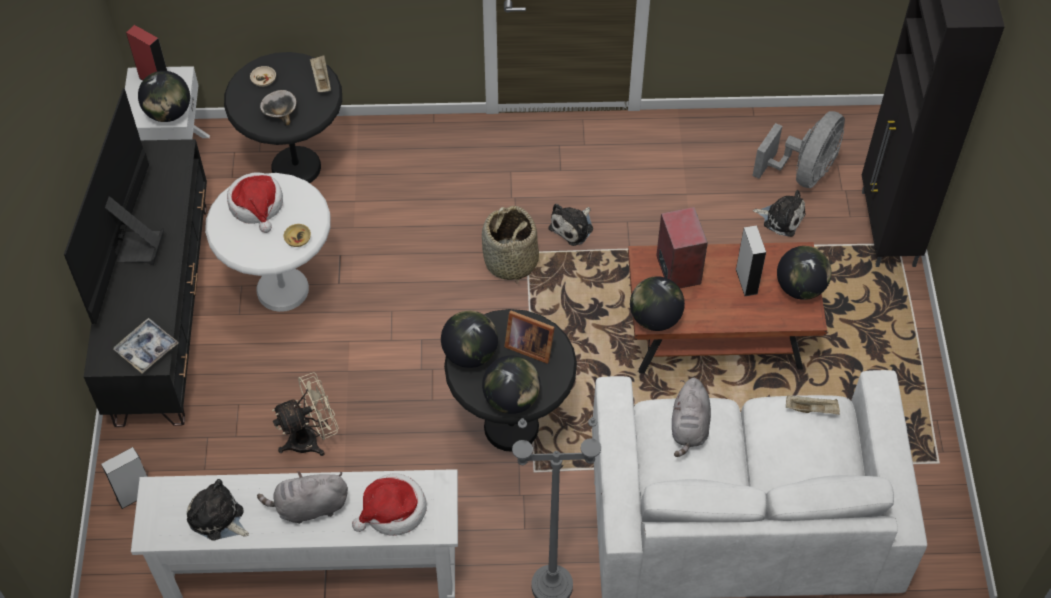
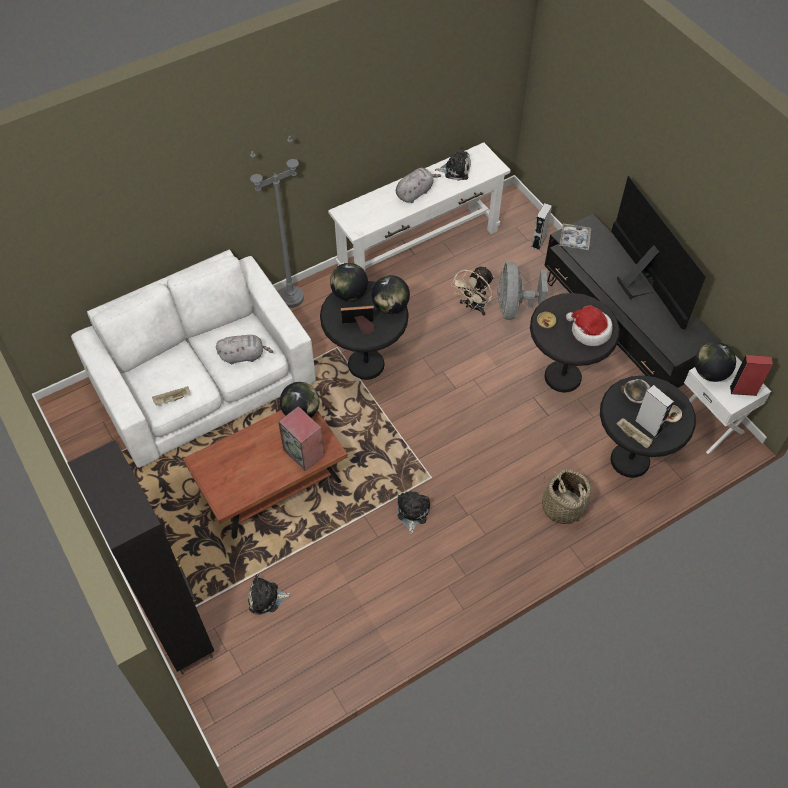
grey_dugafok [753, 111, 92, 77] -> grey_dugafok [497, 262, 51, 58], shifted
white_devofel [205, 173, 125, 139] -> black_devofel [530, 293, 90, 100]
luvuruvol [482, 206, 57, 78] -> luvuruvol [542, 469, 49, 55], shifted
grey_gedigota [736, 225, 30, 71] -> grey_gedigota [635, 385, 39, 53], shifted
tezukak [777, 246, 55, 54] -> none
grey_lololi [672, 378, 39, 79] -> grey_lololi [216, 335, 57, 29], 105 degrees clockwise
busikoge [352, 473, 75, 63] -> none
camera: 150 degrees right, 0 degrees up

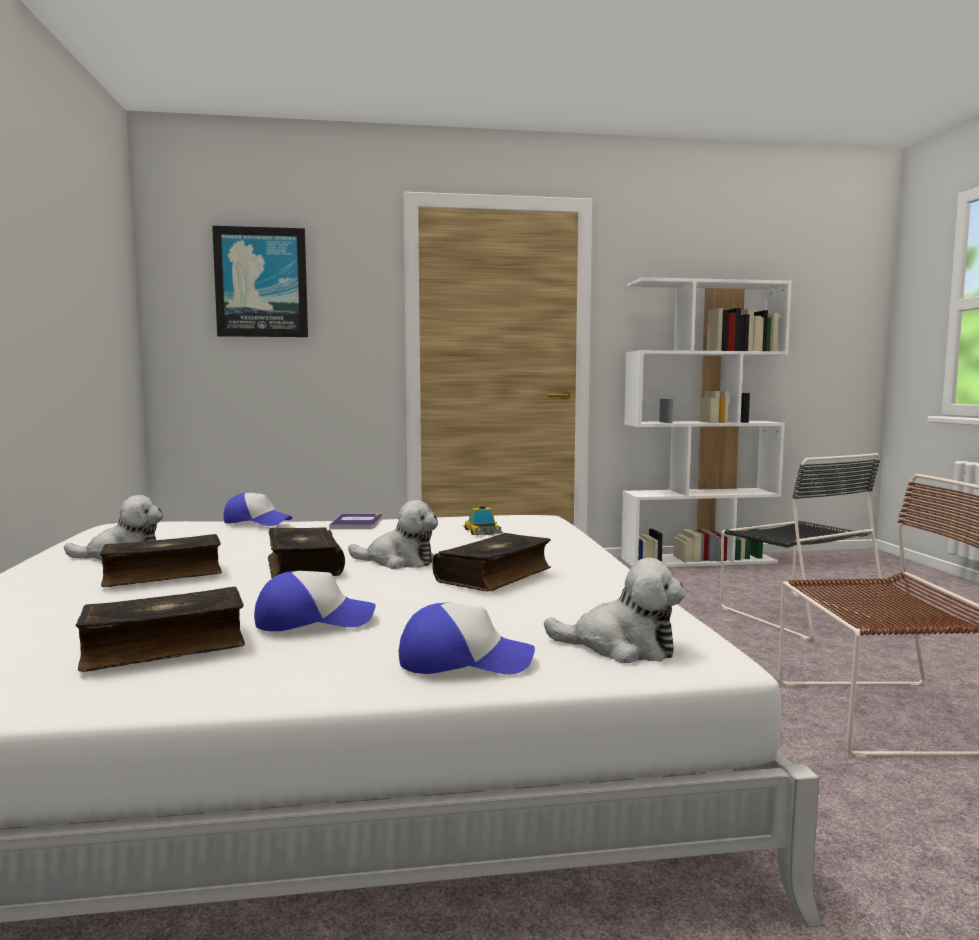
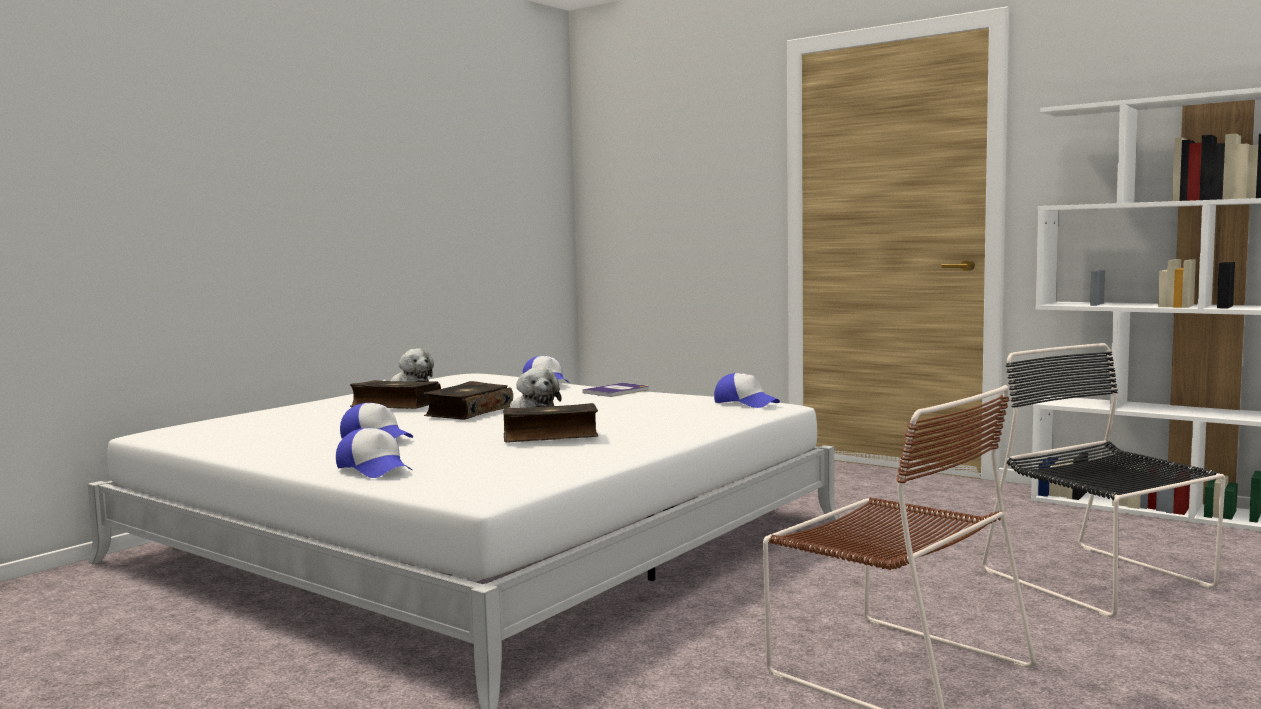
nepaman [212, 226, 96, 111] -> none
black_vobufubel [720, 453, 167, 187] -> black_vobufubel [982, 343, 243, 274], 135 degrees clockwise
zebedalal [464, 506, 39, 29] -> none
lololi [544, 558, 142, 105] -> none
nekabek [75, 587, 170, 85] -> none
none -> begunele [714, 373, 66, 35]
camera: 45 degrees right, 0 degrees up

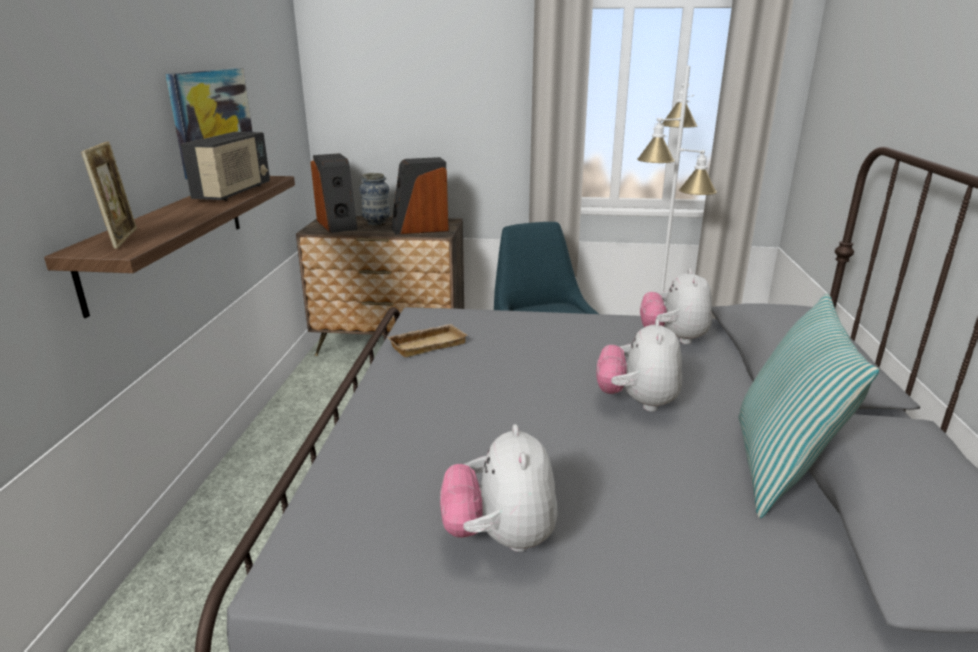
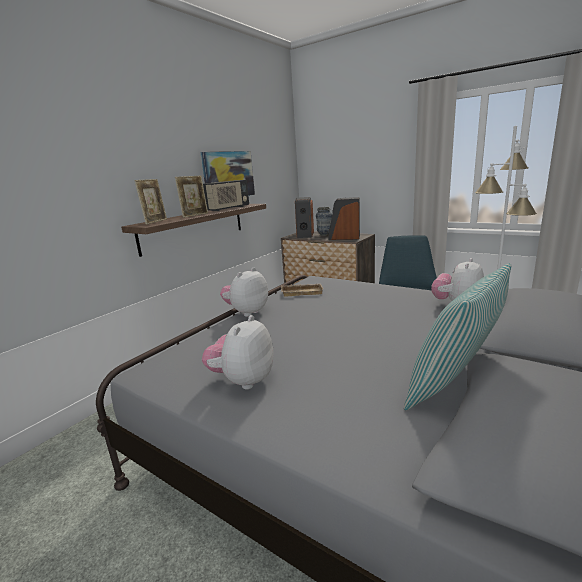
lololi [597, 319, 85, 93] -> lololi [220, 267, 48, 50], shifted
none -> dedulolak [175, 176, 33, 42]
camera: 30 degrees right, 5 degrees down

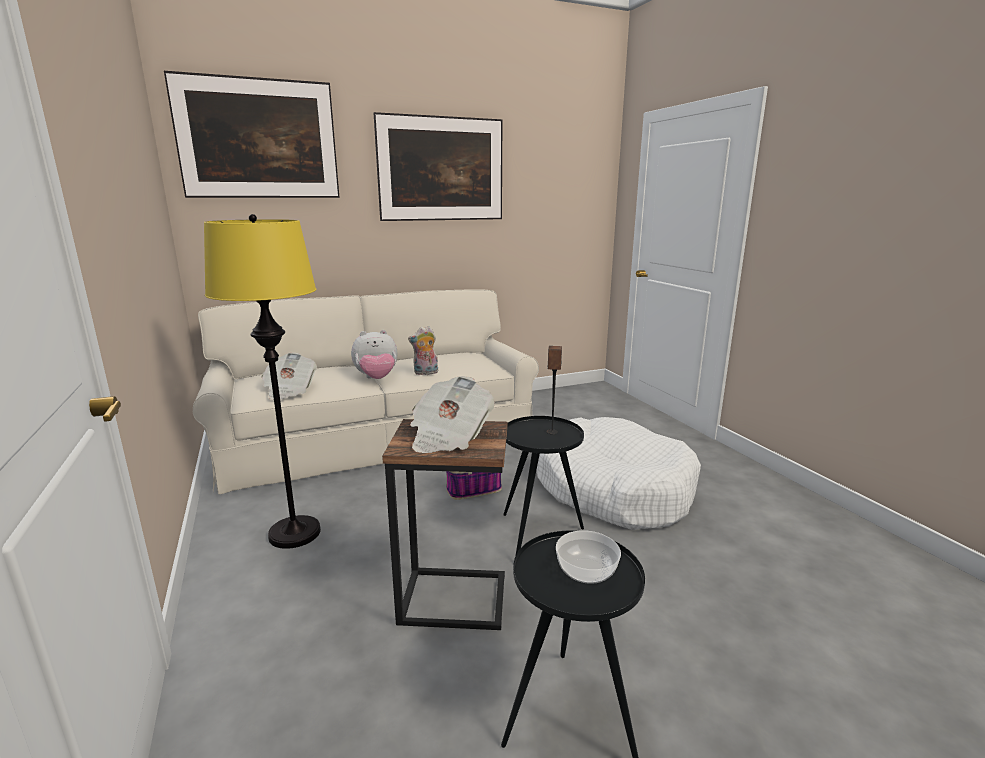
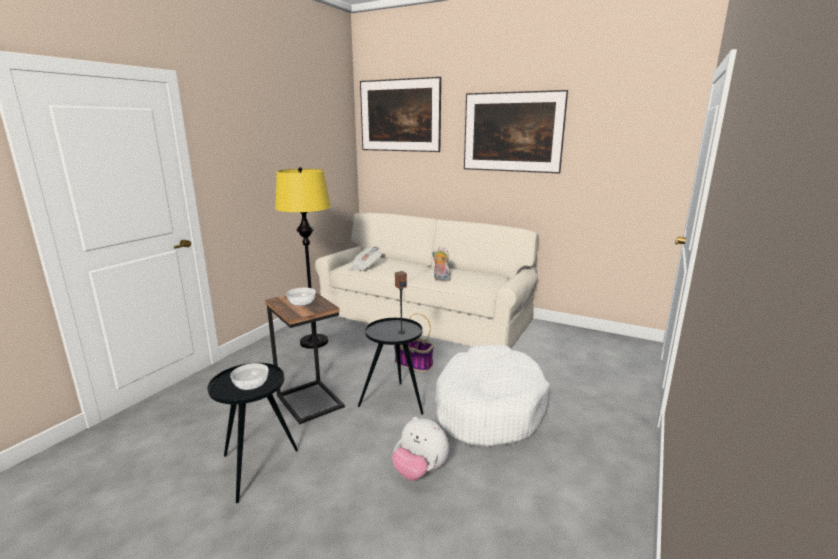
lololi [351, 330, 46, 49] -> lololi [392, 417, 58, 64], shifted
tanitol [410, 376, 84, 77] -> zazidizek [286, 288, 30, 18]
camera: 50 degrees right, 0 degrees up

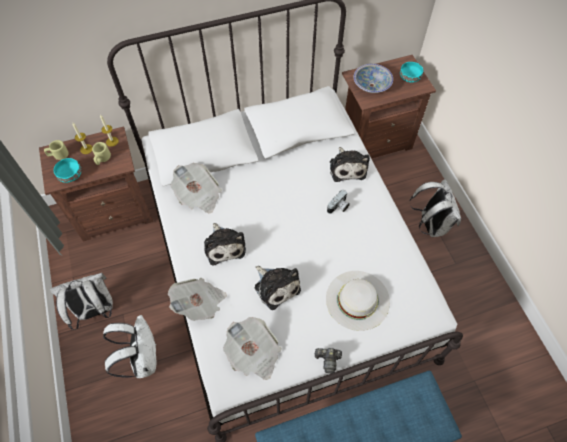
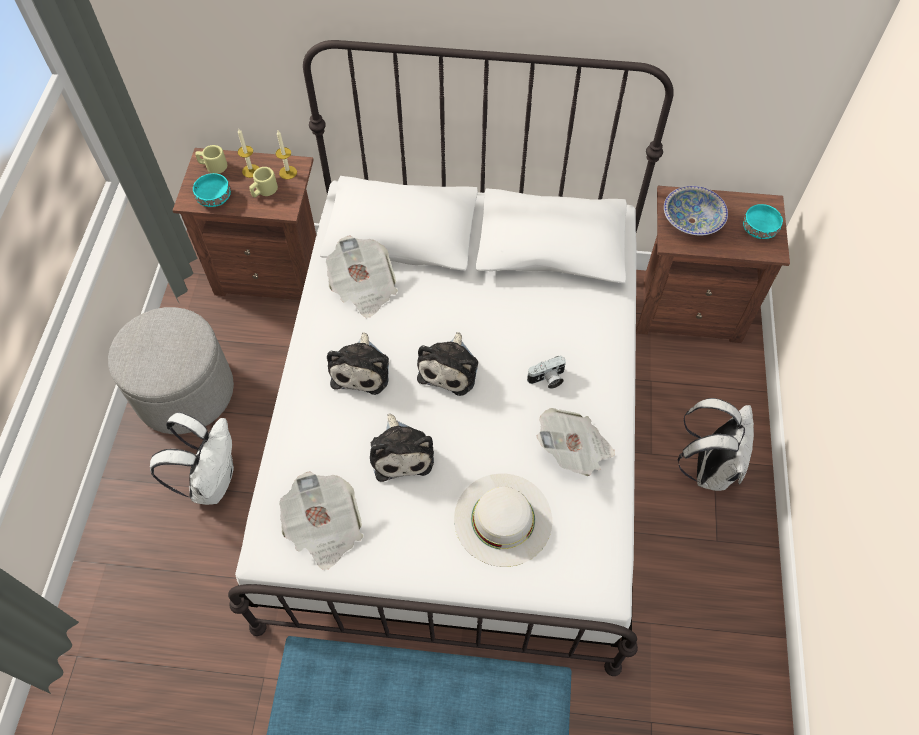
lololi [330, 147, 40, 35] -> lololi [417, 332, 61, 64], shifted
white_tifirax [50, 273, 63, 57] -> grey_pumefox [108, 307, 126, 127]
tanitol [168, 278, 59, 43] -> tanitol [537, 408, 78, 68], shifted
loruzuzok [315, 348, 27, 26] -> none
camera: 25 degrees right, 0 degrees up

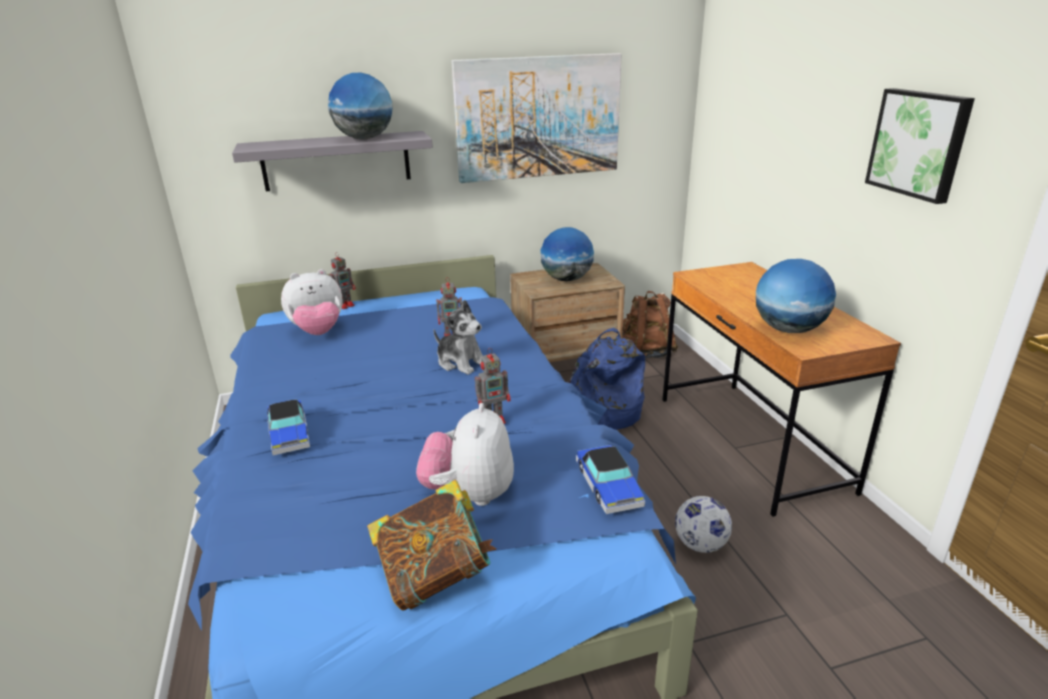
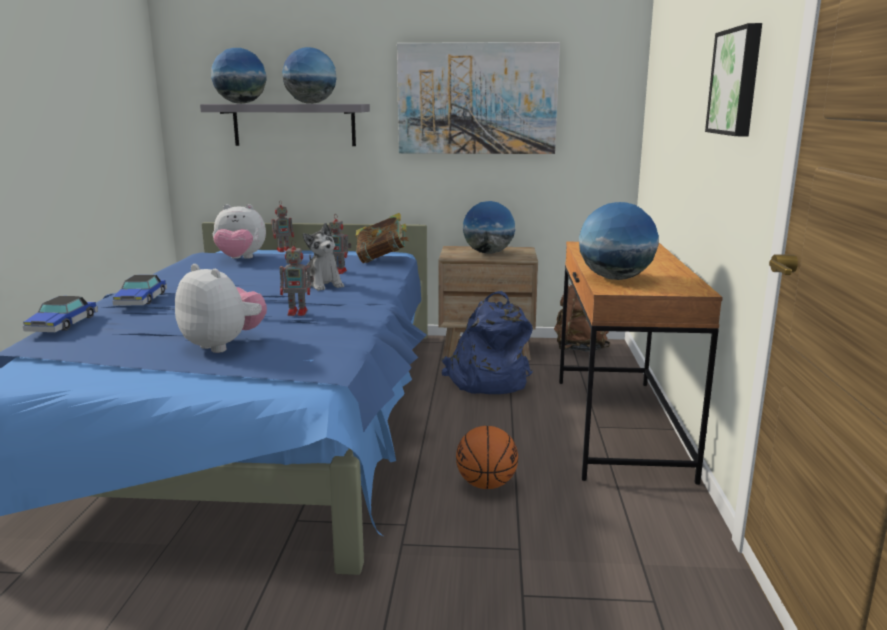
lololi [416, 403, 98, 103] -> lololi [175, 264, 92, 89], 105 degrees clockwise
zebedalal [576, 445, 69, 69] -> zebedalal [23, 296, 75, 36], shifted
nekabek [367, 480, 129, 130] -> nekabek [356, 213, 53, 50], shifted
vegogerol [675, 496, 57, 57] -> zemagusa [456, 426, 62, 63]
none -> tezukak [211, 48, 55, 56]
camera: 20 degrees right, 10 degrees down

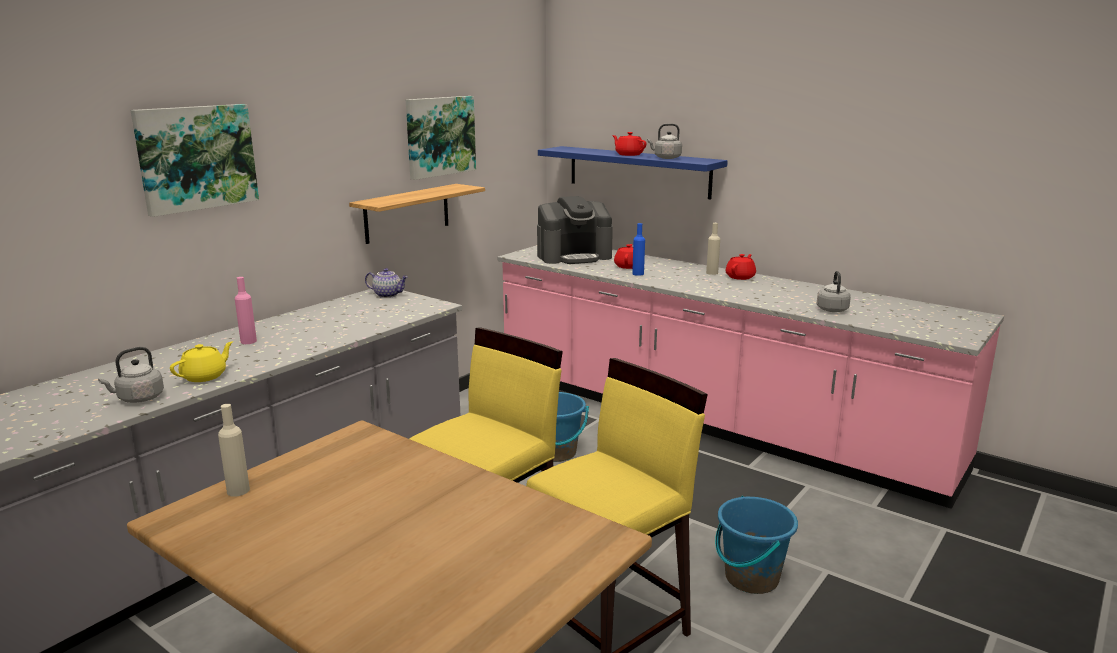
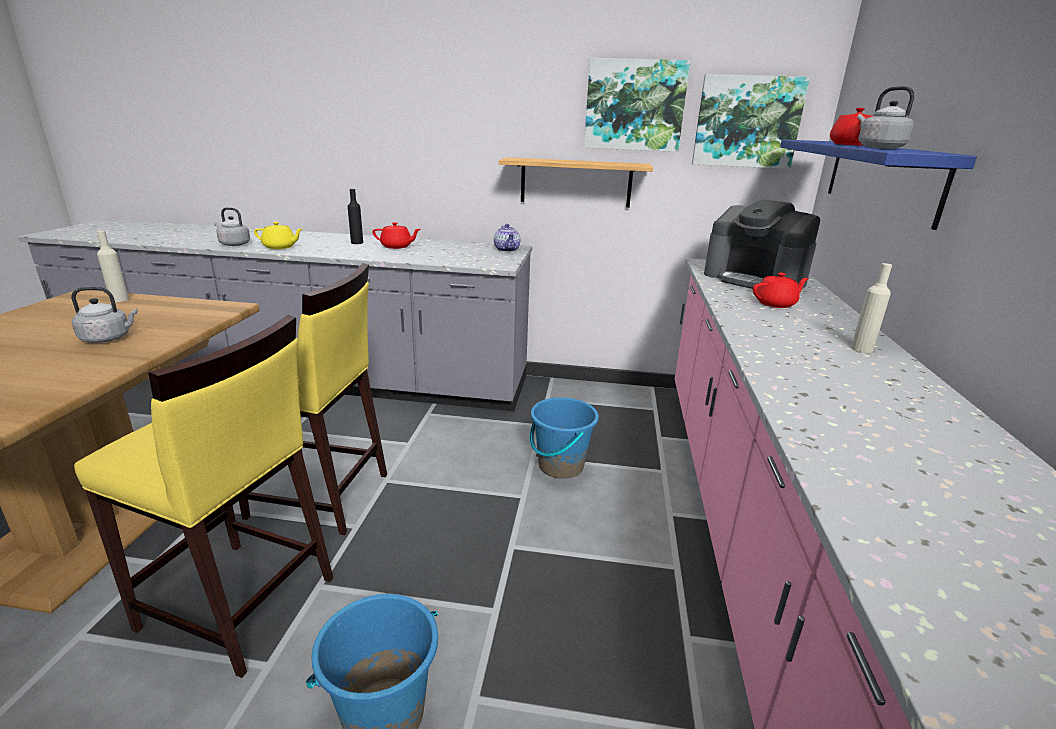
nepaman [131, 104, 128, 113] -> nepaman [692, 74, 118, 95], shifted
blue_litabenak [632, 223, 13, 53] -> none
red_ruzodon [726, 254, 30, 26] -> red_ruzodon [373, 222, 47, 27], shifted
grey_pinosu [817, 271, 34, 41] -> grey_pinosu [71, 287, 67, 56], shifted
pink_litabenak [235, 277, 22, 67] -> black_litabenak [348, 189, 15, 55]
camera: 60 degrees right, 5 degrees up

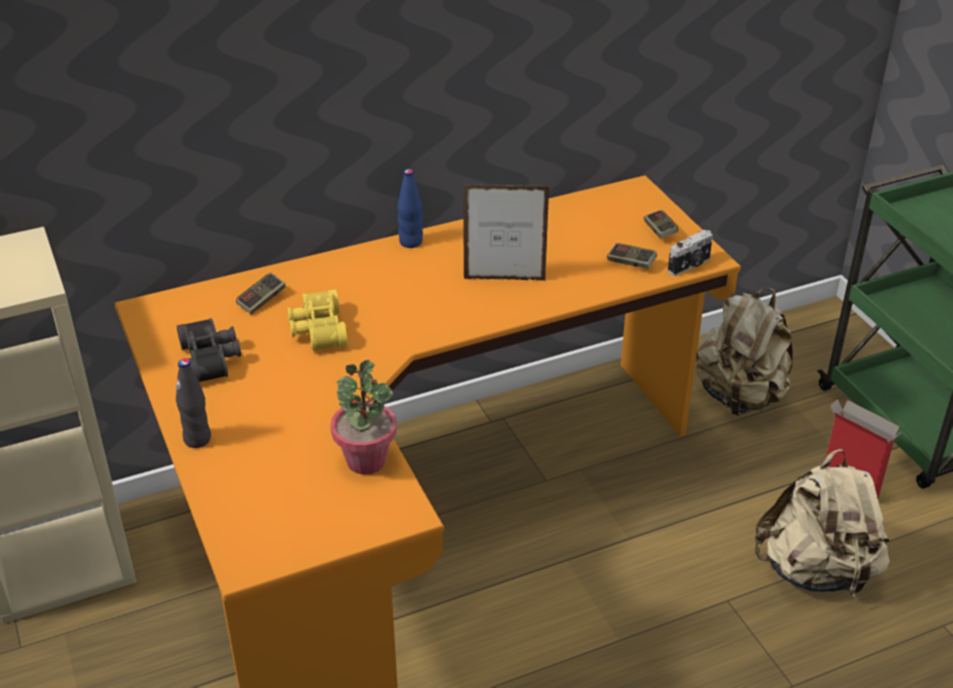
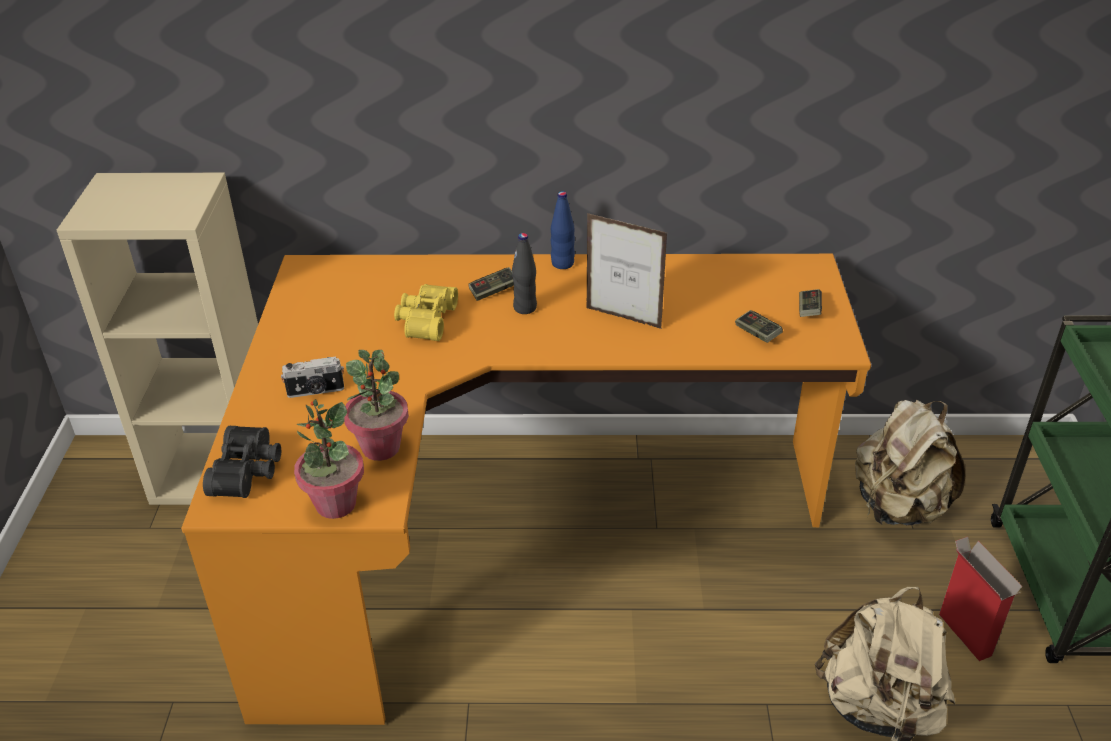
loruzuzok [668, 230, 45, 46] -> loruzuzok [281, 357, 63, 41], shifted
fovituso [236, 273, 50, 42] -> fovituso [468, 267, 46, 34], shifted
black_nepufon [177, 318, 64, 65] -> black_nepufon [203, 426, 78, 72], shifted
black_litabenak [176, 358, 35, 90] -> black_litabenak [512, 233, 25, 81], shifted
none -> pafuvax [294, 399, 70, 120]
camera: 25 degrees right, 0 degrees up

